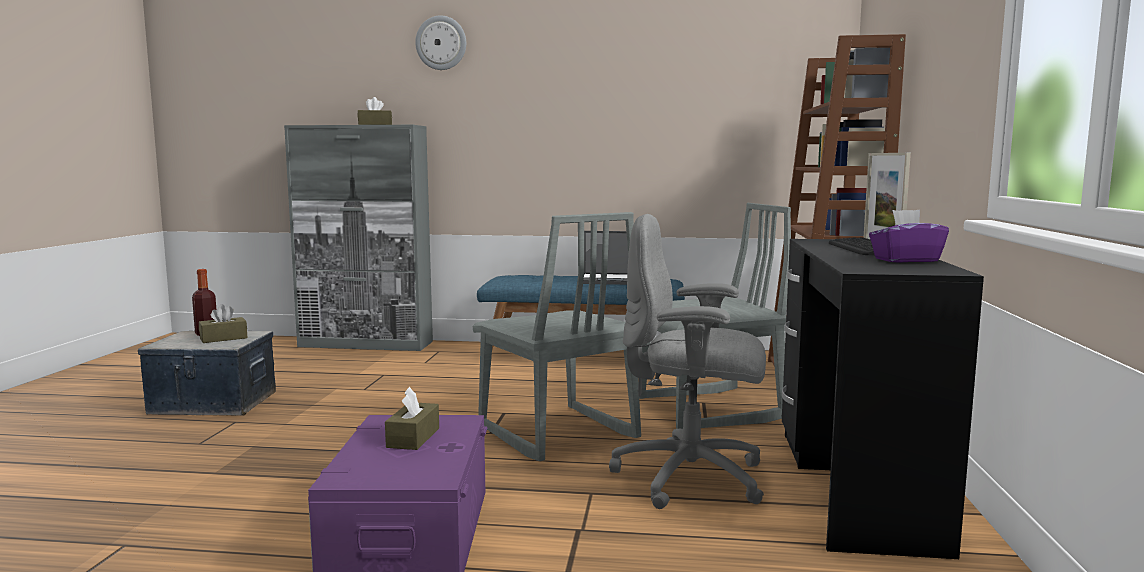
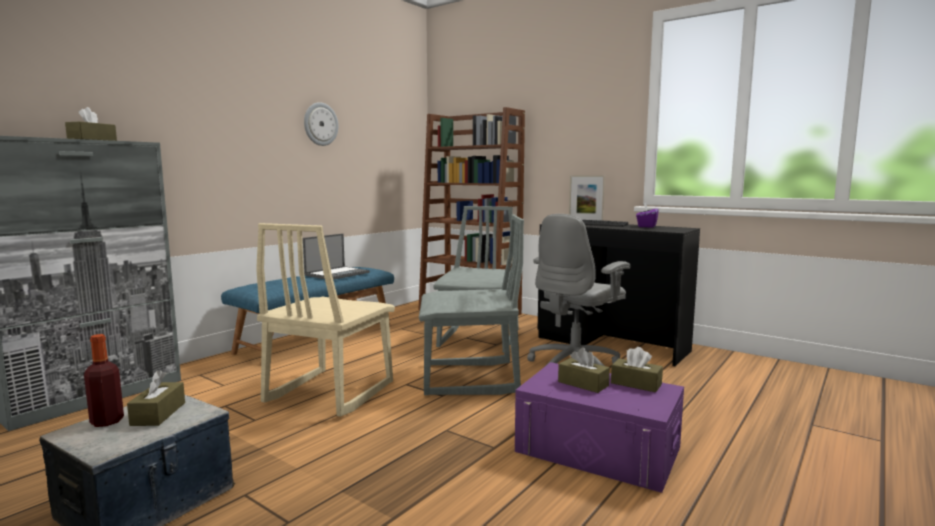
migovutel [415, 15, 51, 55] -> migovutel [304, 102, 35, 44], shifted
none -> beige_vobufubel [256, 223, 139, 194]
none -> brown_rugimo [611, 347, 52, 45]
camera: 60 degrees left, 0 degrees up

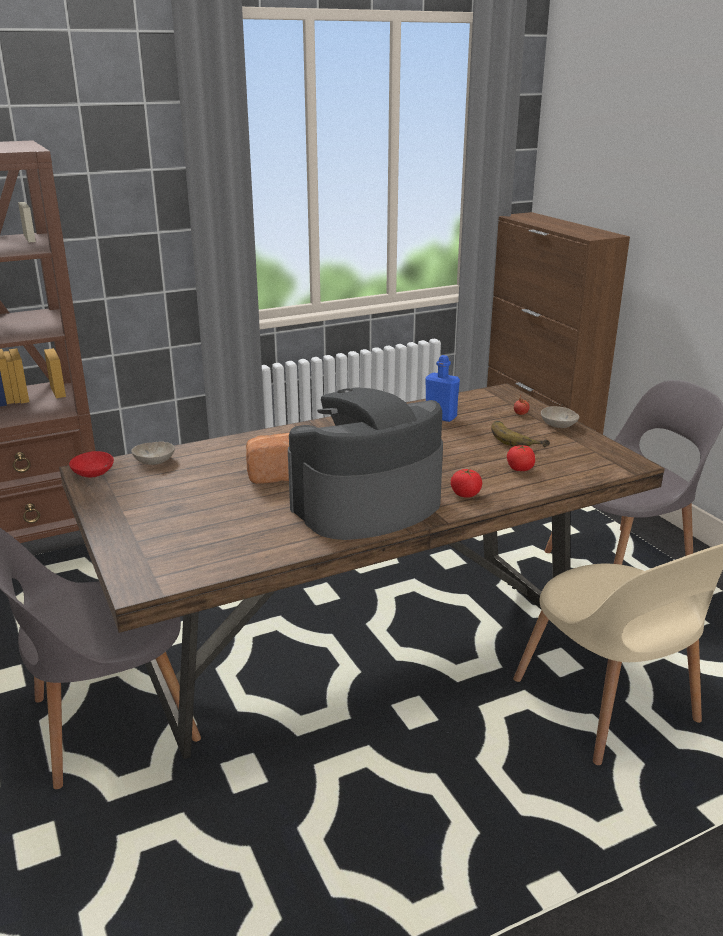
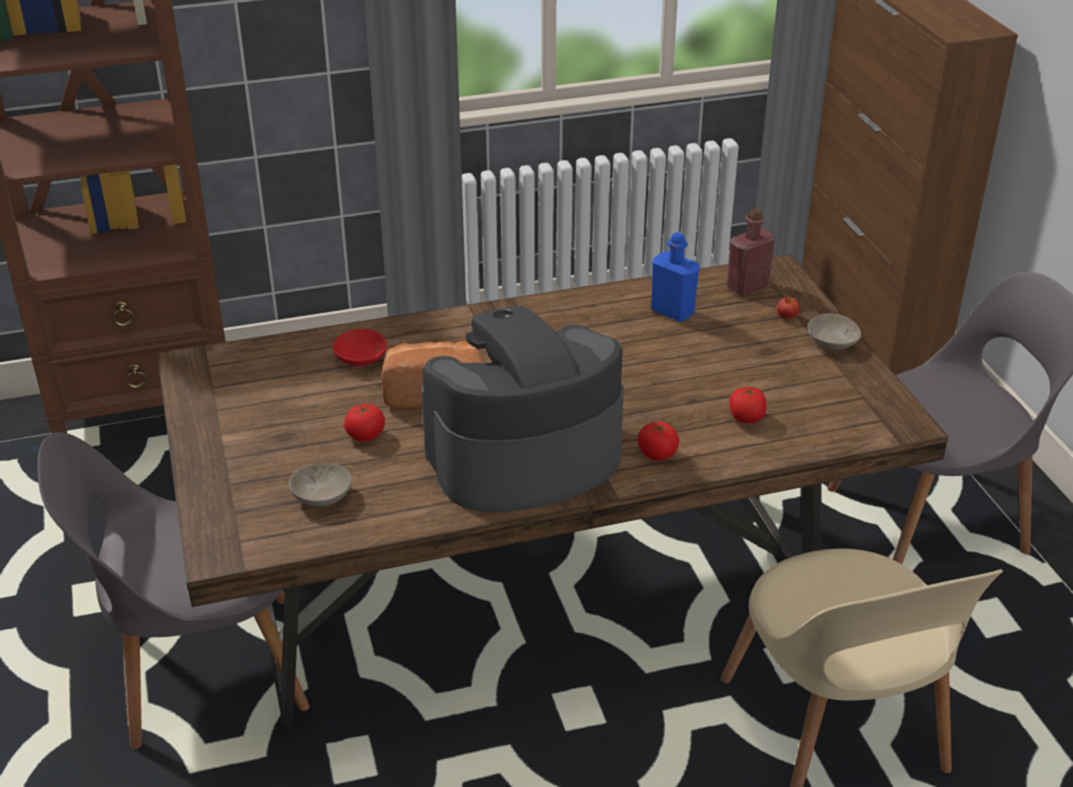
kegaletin [491, 421, 59, 26] -> none
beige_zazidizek [131, 441, 44, 24] -> beige_zazidizek [289, 464, 63, 43], shifted
red_zazidizek [69, 451, 45, 26] -> red_zazidizek [333, 329, 54, 37], shifted
none -> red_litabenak [727, 209, 48, 87]
none -> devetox [344, 404, 41, 38]
camera: 10 degrees right, 10 degrees up

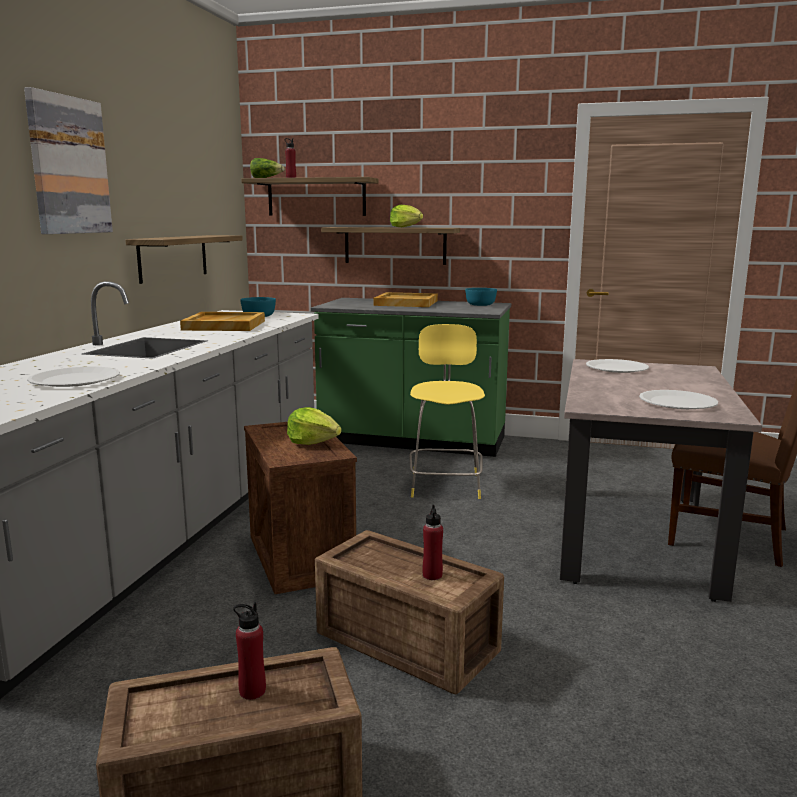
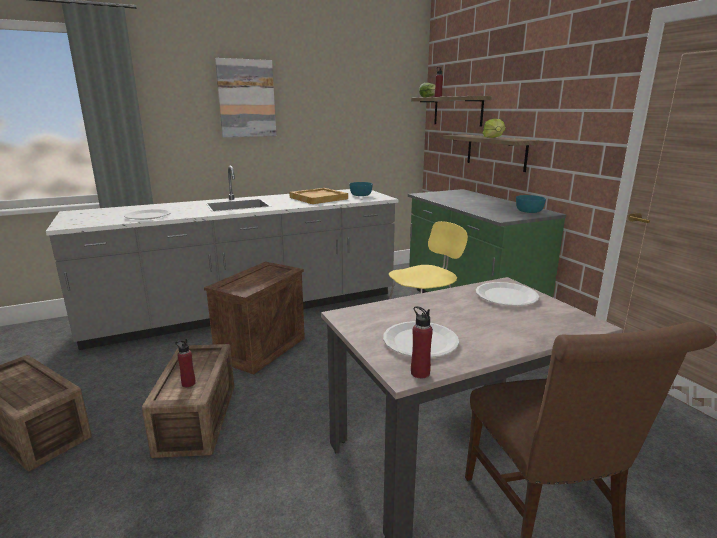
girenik [126, 235, 117, 49] -> none
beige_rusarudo [374, 292, 64, 15] -> none
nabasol [287, 407, 55, 38] -> none
red_litabenak [233, 602, 33, 98] -> red_litabenak [411, 306, 22, 72], shifted
camera: 50 degrees right, 5 degrees up

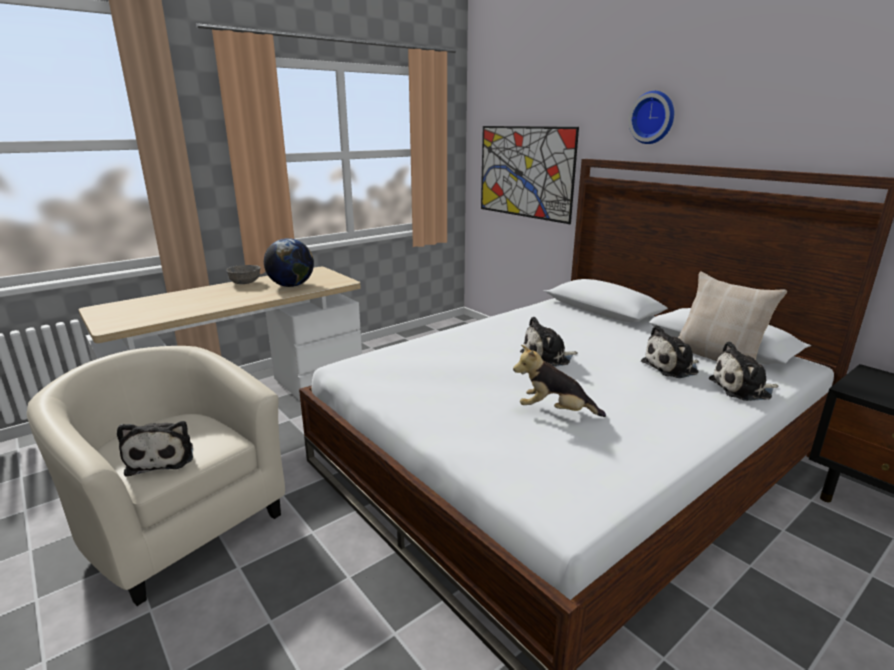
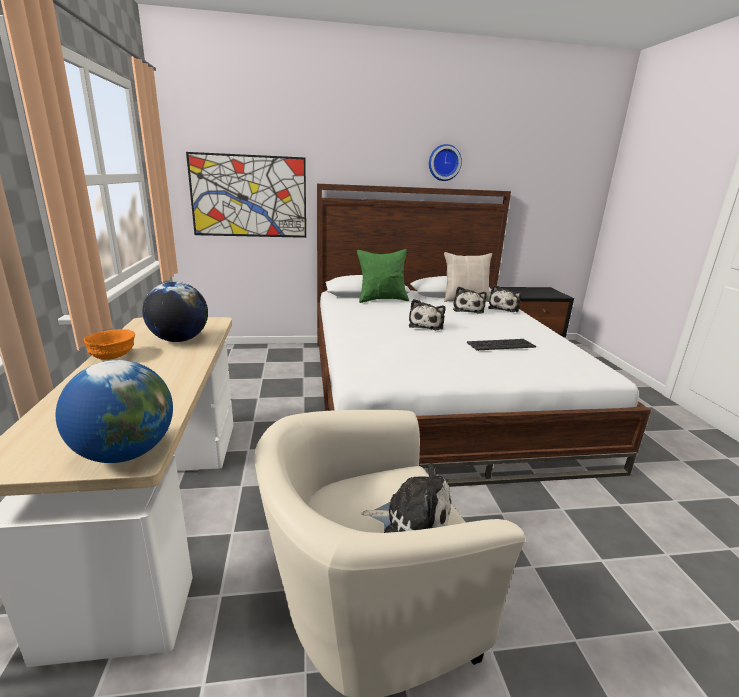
migovutel [628, 91, 46, 53] -> migovutel [429, 144, 33, 37], shifted
grey_zazidizek [227, 265, 34, 19] -> orange_zazidizek [84, 329, 51, 31]
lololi [513, 345, 93, 72] -> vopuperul [467, 339, 69, 12]
none -> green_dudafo [357, 249, 52, 54]
none -> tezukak [56, 360, 117, 103]
camera: 60 degrees left, 0 degrees up

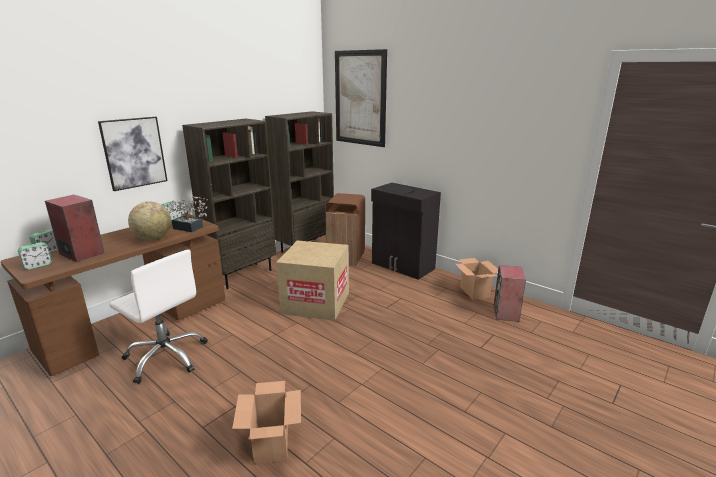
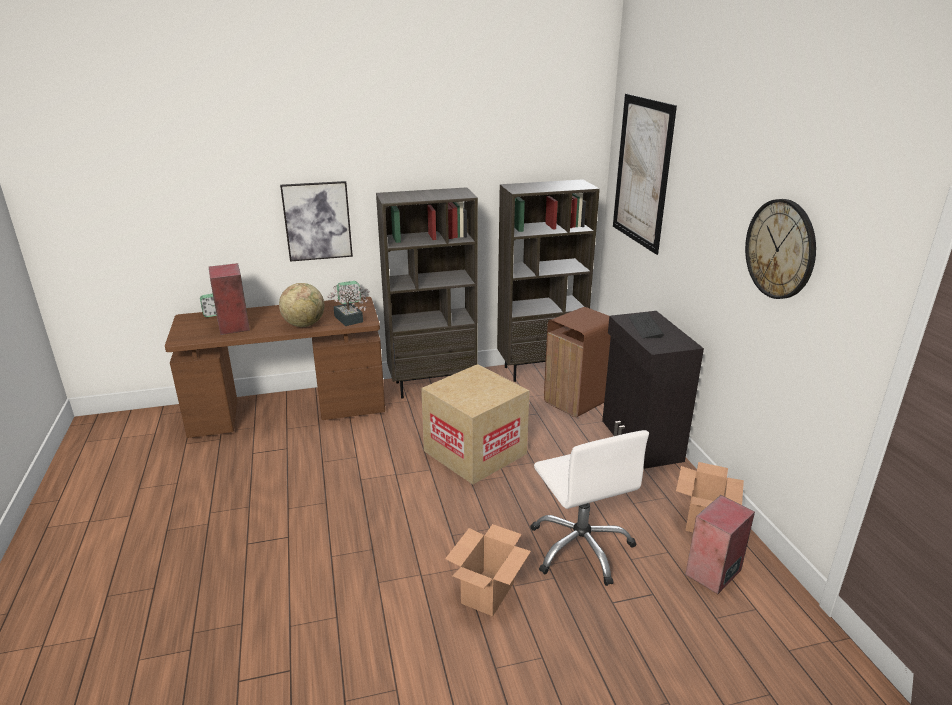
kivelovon [18, 242, 34, 28] -> none
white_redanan [109, 250, 98, 134] -> white_redanan [530, 430, 119, 156], shifted
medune [232, 381, 69, 83] -> medune [445, 524, 86, 92], shifted
none -> migovutel [745, 199, 71, 100]
camera: 35 degrees right, 5 degrees up

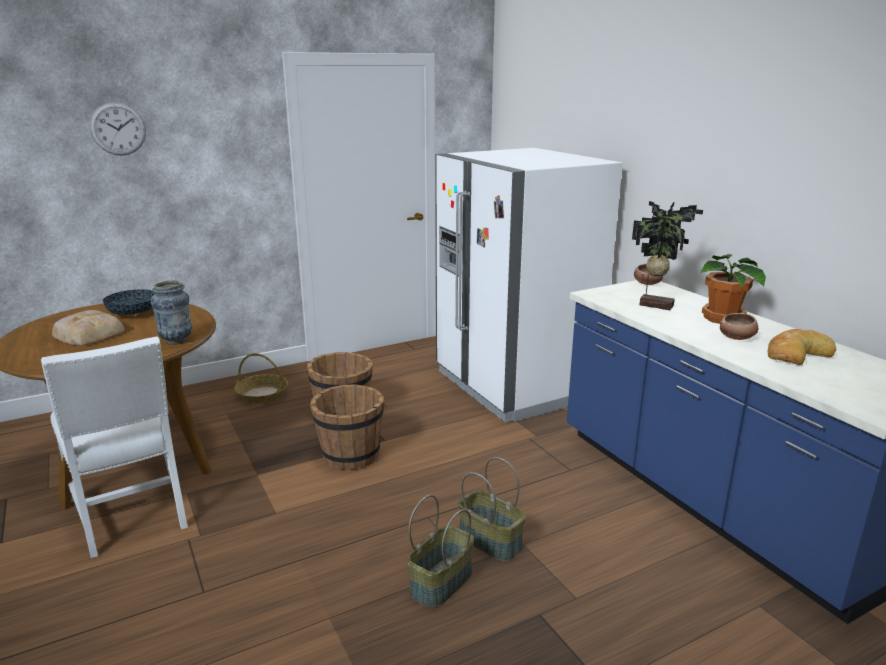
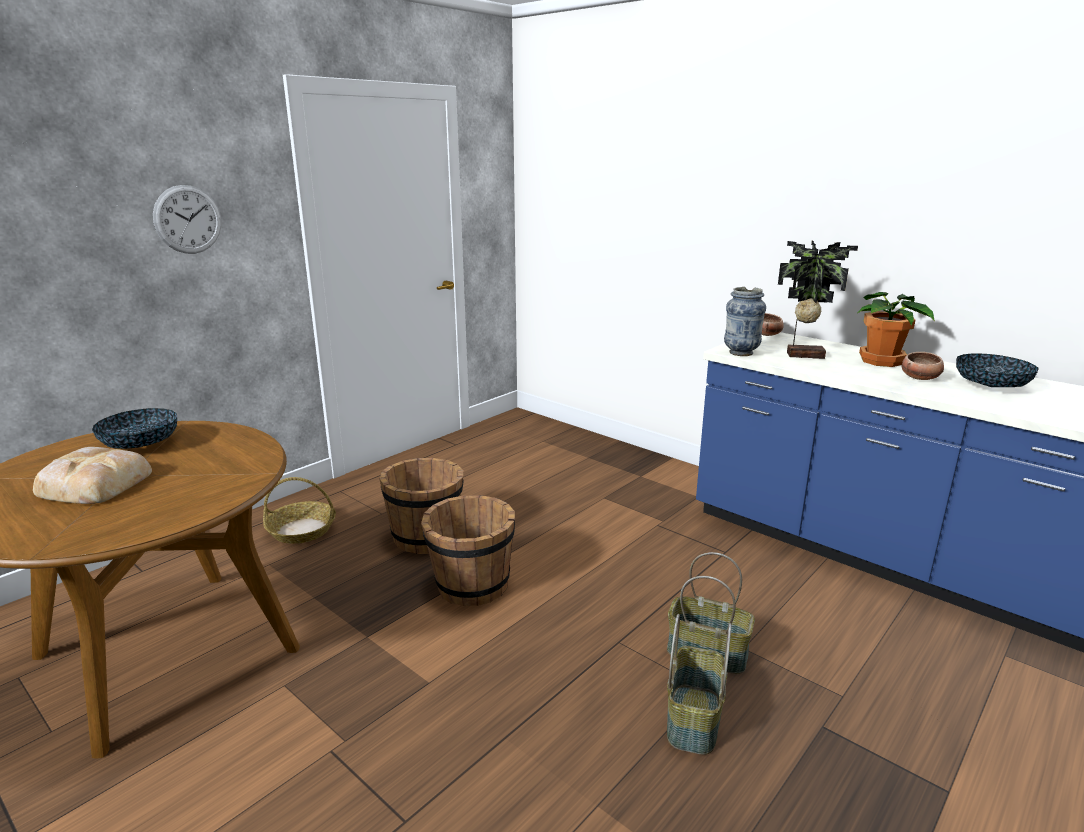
migovutel [90, 102, 56, 54] -> migovutel [153, 185, 69, 69], shifted
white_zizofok [435, 148, 188, 274] -> none
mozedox [151, 280, 41, 65] -> mozedox [724, 287, 42, 69], shifted
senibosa [768, 329, 68, 36] -> zazidizek [956, 353, 83, 34]
white_vobufubel [41, 336, 147, 222] -> none
camera: 20 degrees left, 0 degrees up

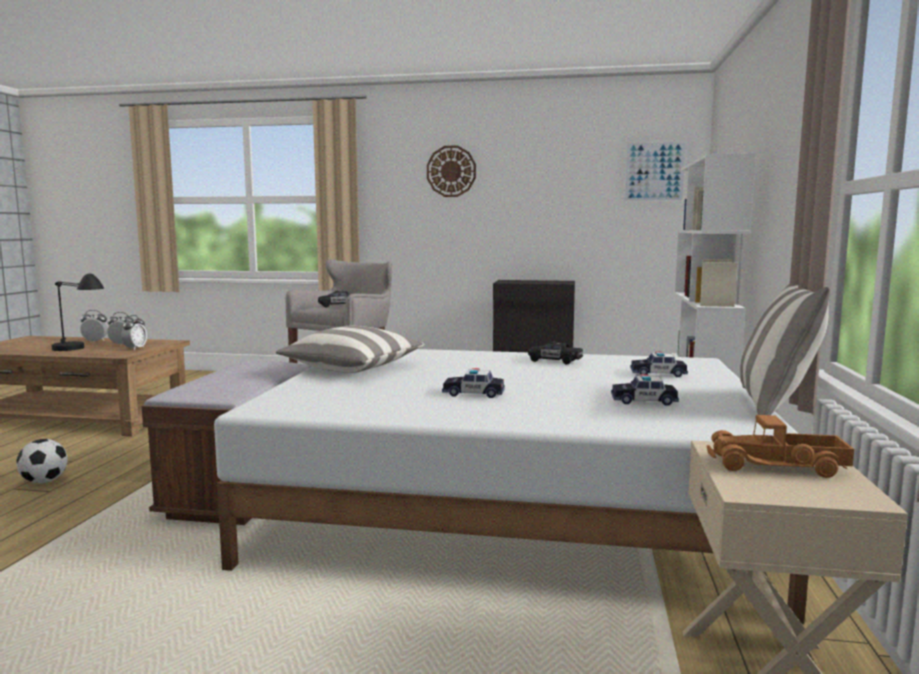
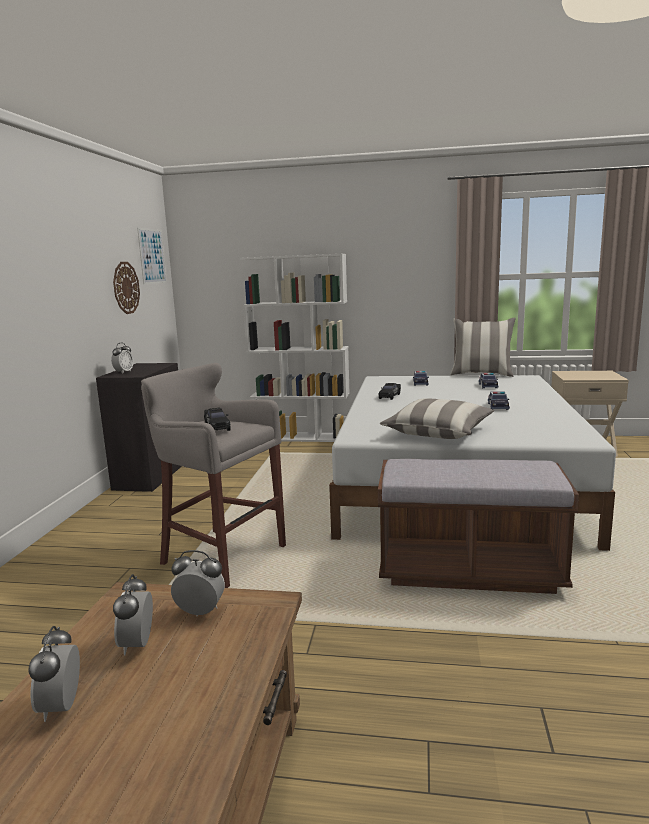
migovutel [427, 145, 49, 52] -> migovutel [113, 262, 27, 52], shifted
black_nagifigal [52, 273, 52, 78] -> none
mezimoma [707, 415, 147, 63] -> none
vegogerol [16, 439, 52, 44] -> none
none -> kivelovon [111, 343, 23, 30]
camera: 90 degrees left, 5 degrees up

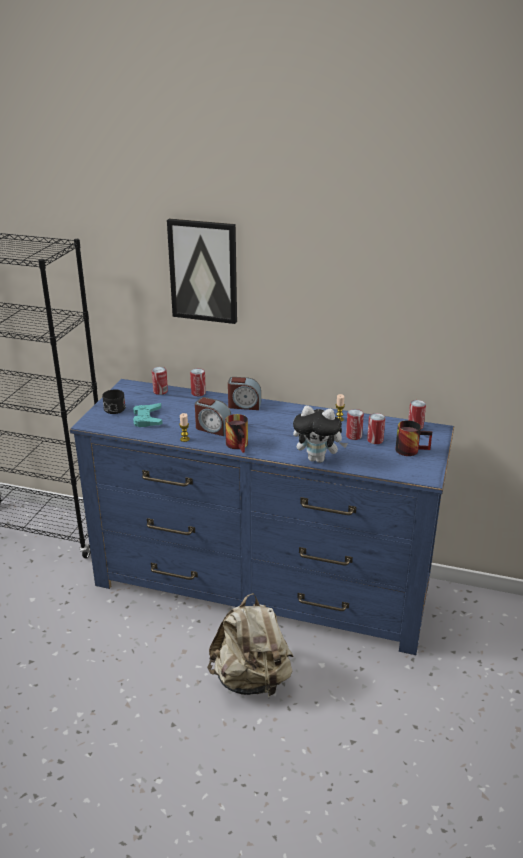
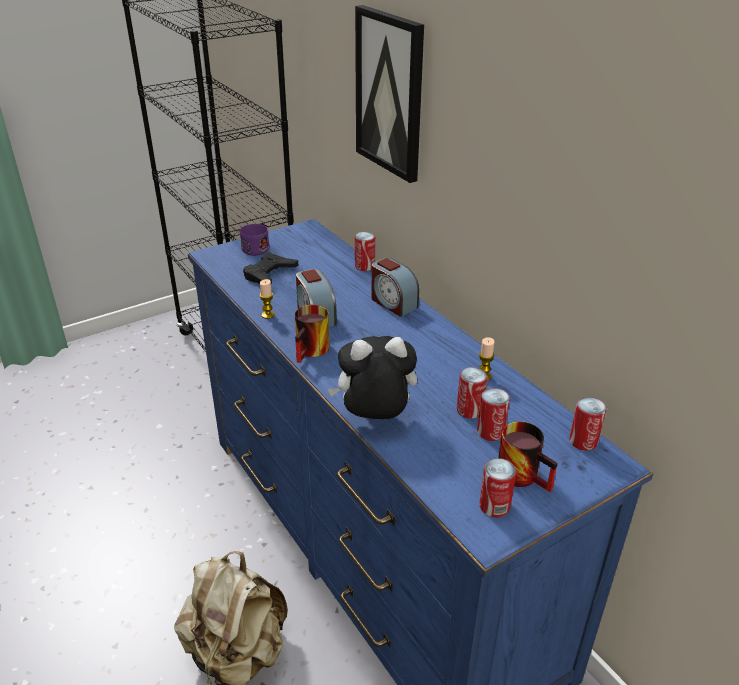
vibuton [152, 367, 16, 28] -> vibuton [479, 458, 37, 60], shifted
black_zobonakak [102, 389, 24, 25] -> purple_zobonakak [240, 224, 29, 32]
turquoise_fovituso [133, 403, 30, 24] -> black_fovituso [243, 253, 55, 31]
lololi [293, 406, 55, 57] -> lololi [328, 336, 89, 83], 120 degrees clockwise
camera: 40 degrees right, 5 degrees up

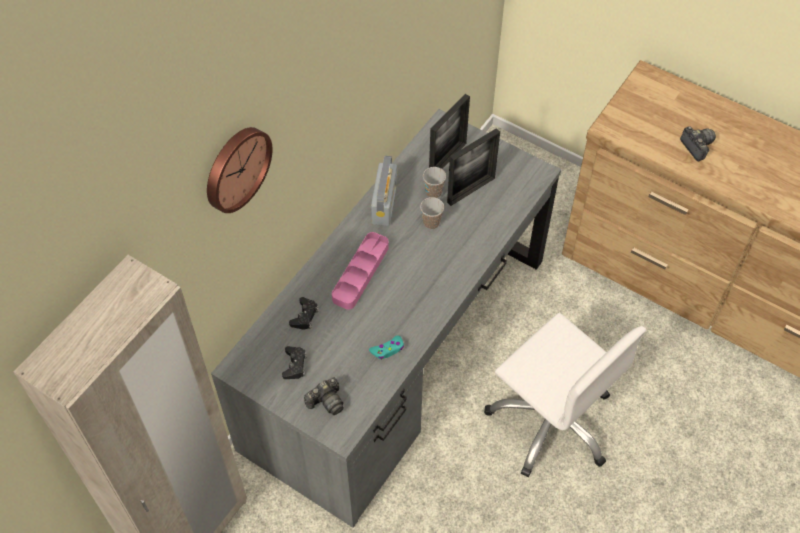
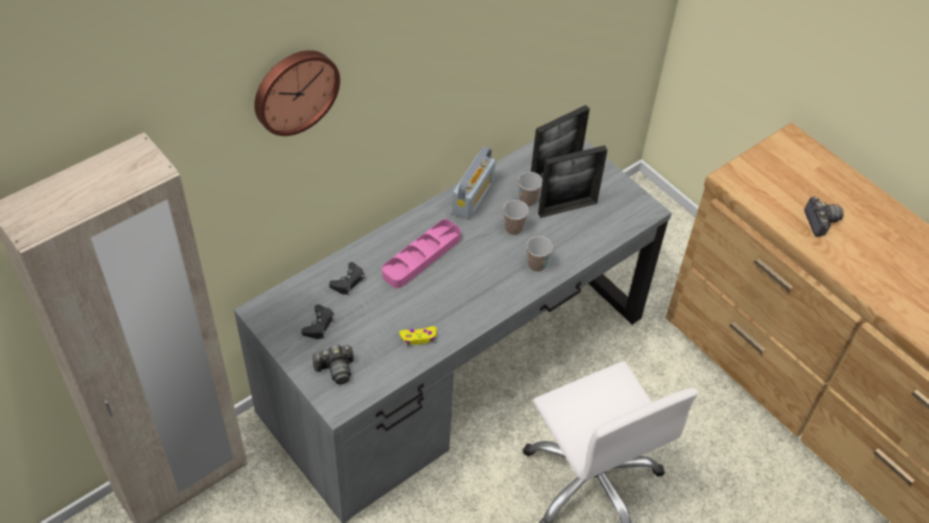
turquoise_fovituso [369, 335, 35, 25] -> yellow_fovituso [399, 326, 38, 19]
none -> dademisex [526, 236, 27, 36]
camera: 15 degrees right, 5 degrees down

